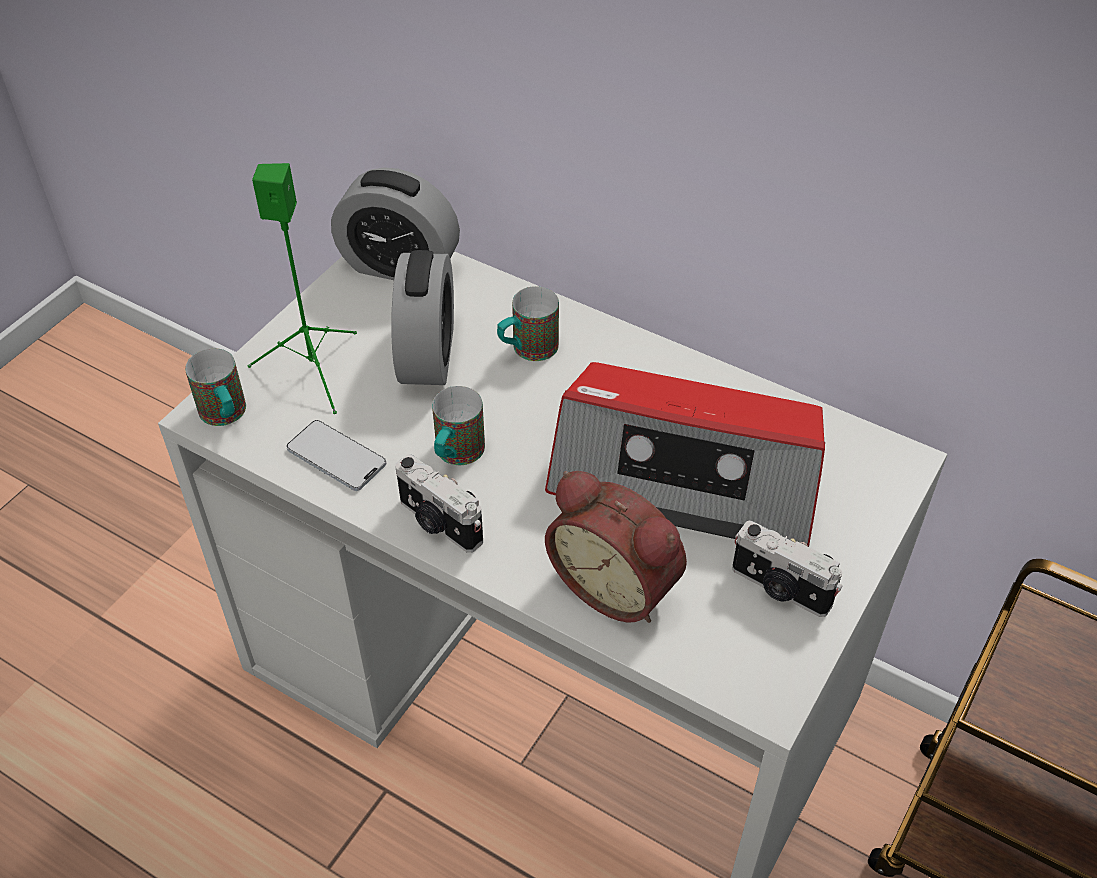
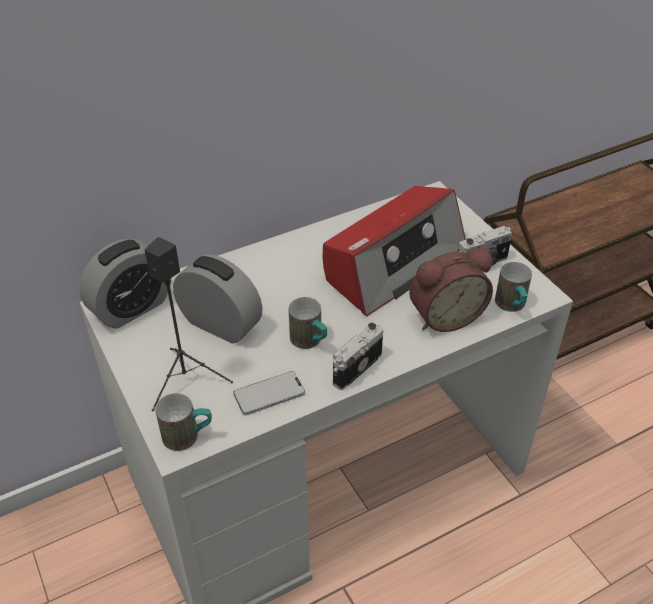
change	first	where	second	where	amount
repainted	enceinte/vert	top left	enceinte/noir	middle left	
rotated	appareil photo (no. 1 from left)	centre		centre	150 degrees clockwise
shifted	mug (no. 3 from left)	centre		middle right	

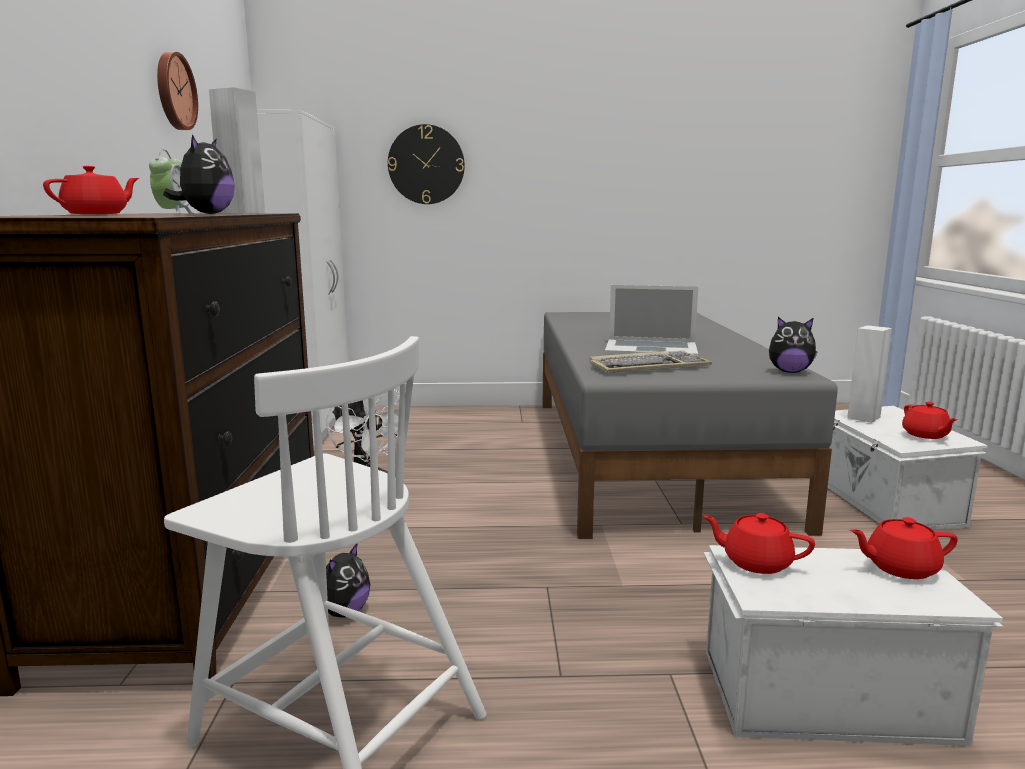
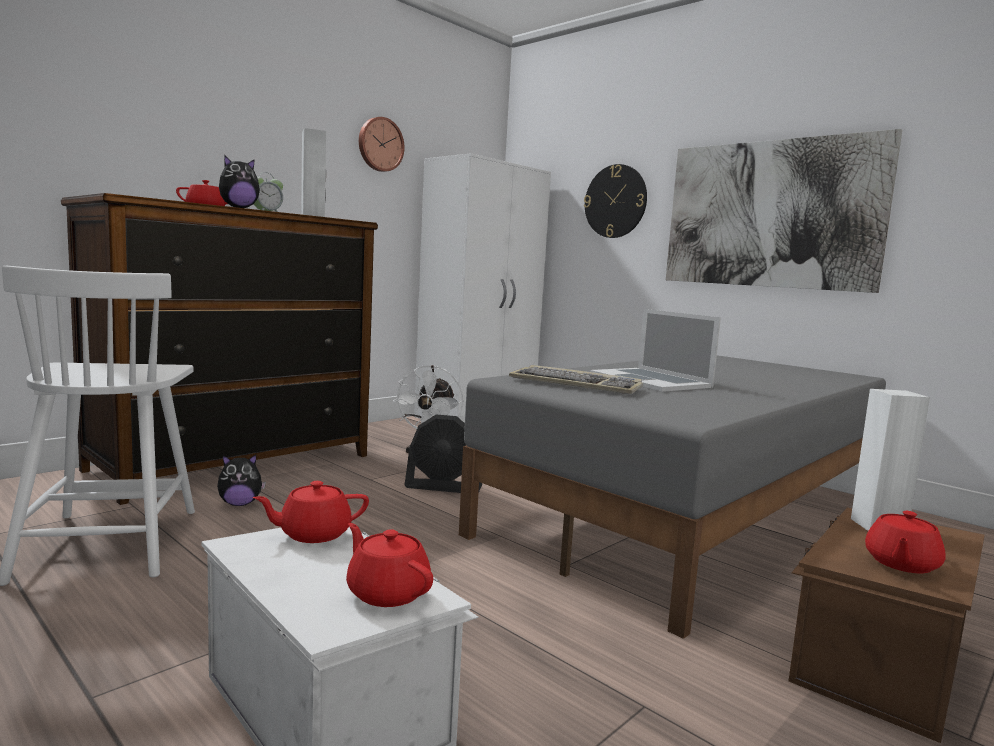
change	first	where	second	where	amount
rotated	théière/rouge (no. 2 from left)	bottom right		bottom left	90 degrees counterclockwise
new			ventilateur/noir	centre	
new			tableau	top right	
repainted	boîte de rangement/blanc (no. 2 from left)	middle right	boîte de rangement/marron	bottom right	
gone	peluche (no. 3 from left)	middle right			

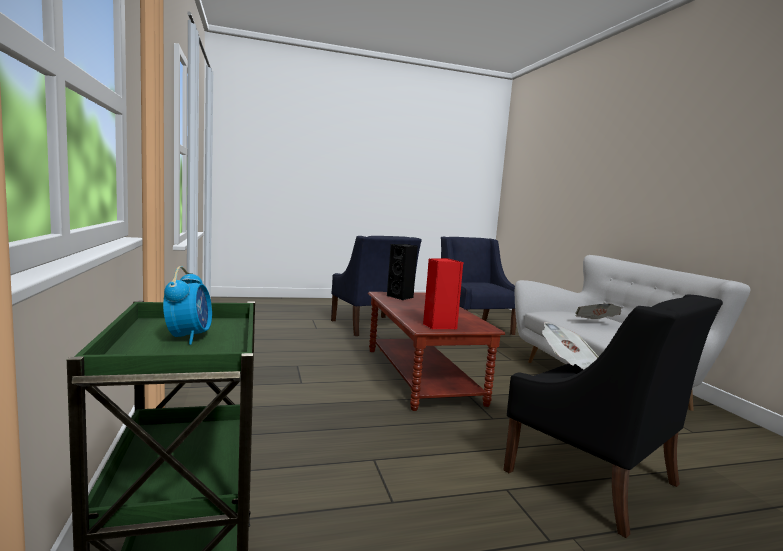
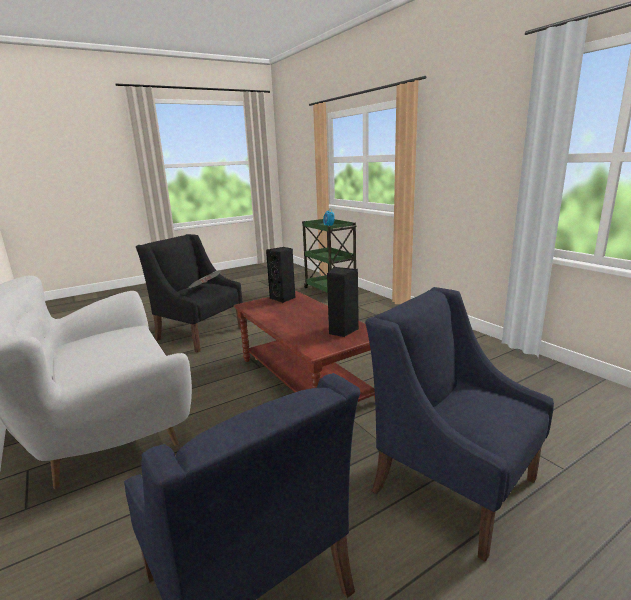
change	first	where	second	where	amount
repainted	enceinte/rouge	centre	enceinte/noir (no. 1 from left)	centre	
gone	journal (no. 2 from left)	middle right			

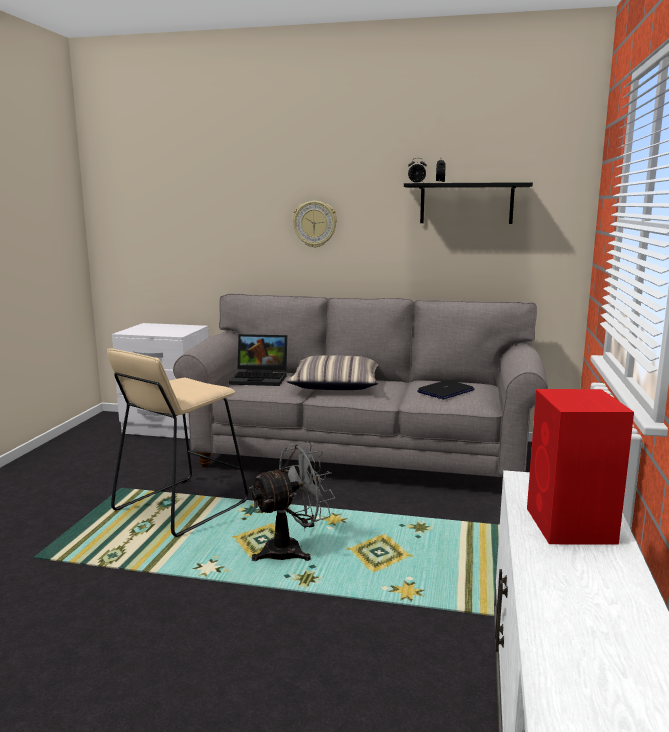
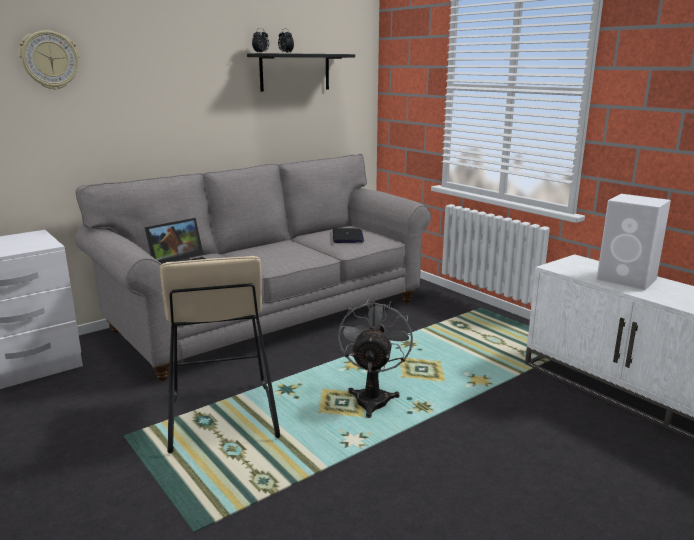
change	first	where	second	where	amount
shifted	horloge murale	top centre		top left	
repainted	enceinte/rouge	middle right	enceinte/blanc	middle right	
gone	coussin	centre			

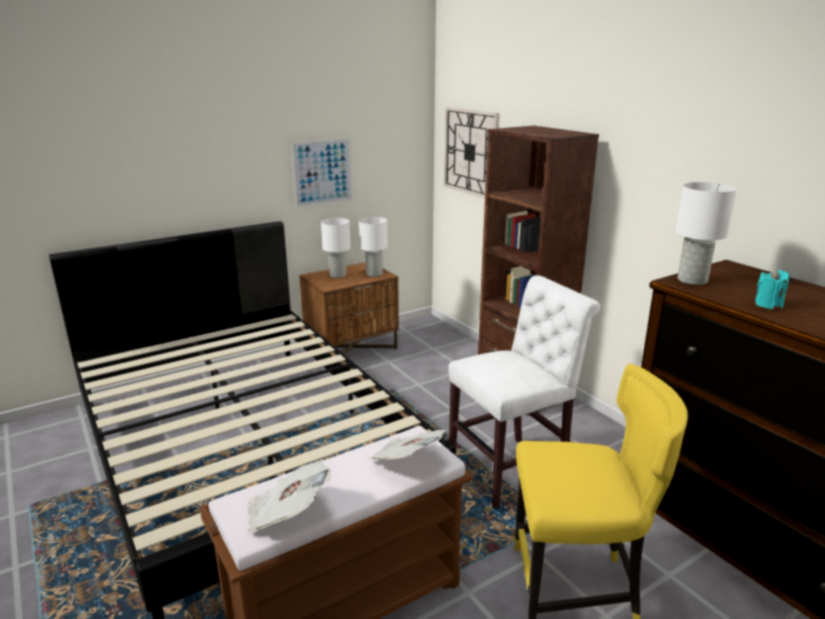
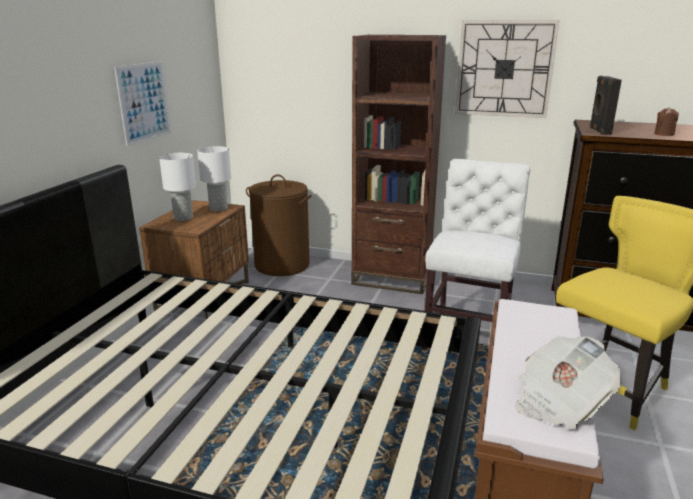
change	first	where	second	where	amount
new			panier à linge/marron	centre	
shifted	horloge murale	top centre		top right	
swapped	lampe de table/blanc (no. 3 from left)	middle right	enceinte/noir	top right	
repainted	bougie/turquoise	middle right	bougie/marron	top right	
gone	journal (no. 2 from left)	bottom centre			

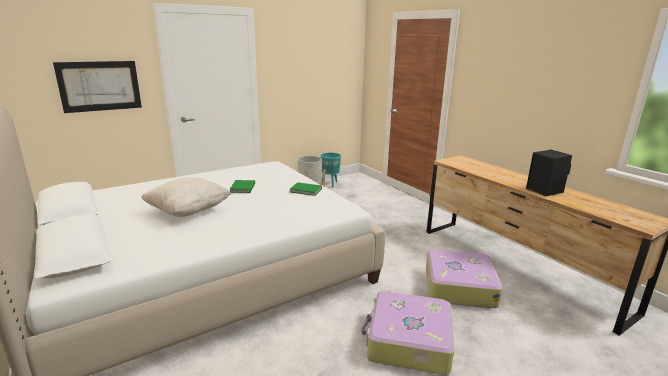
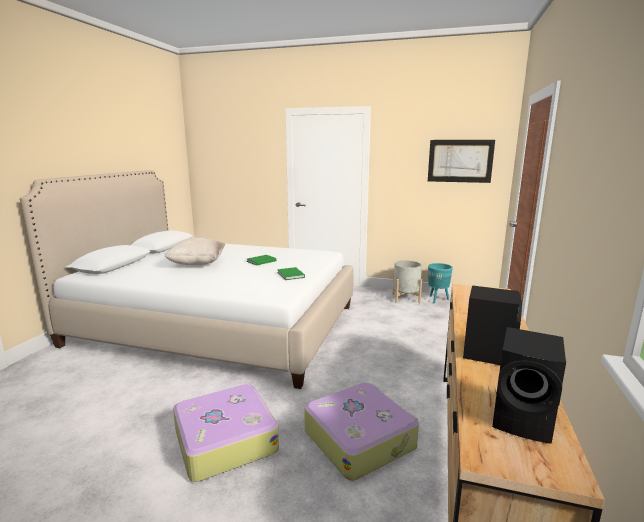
change	first	where	second	where	amount
shifted	tableau	top left		top right	
new			enceinte/noir (no. 2 from left)	bottom right	

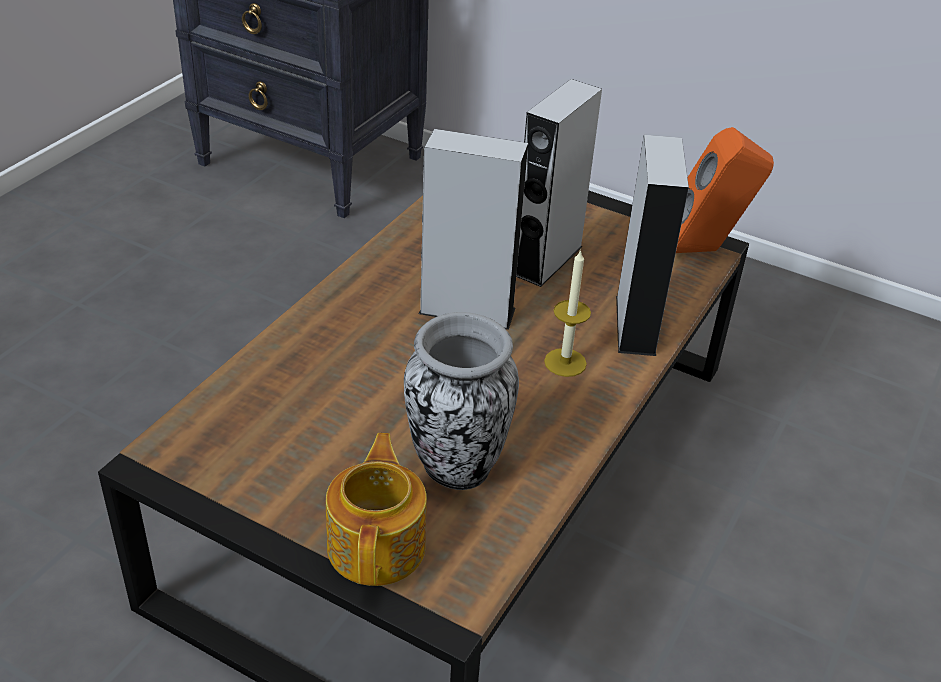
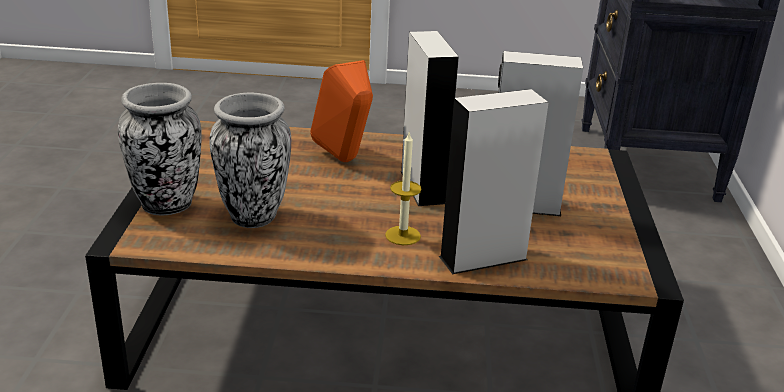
change	first	where	second	where	amount
swapped	théière	bottom centre	vase (no. 1 from left)	middle left	
shifted	enceinte/orange	top right		top centre	

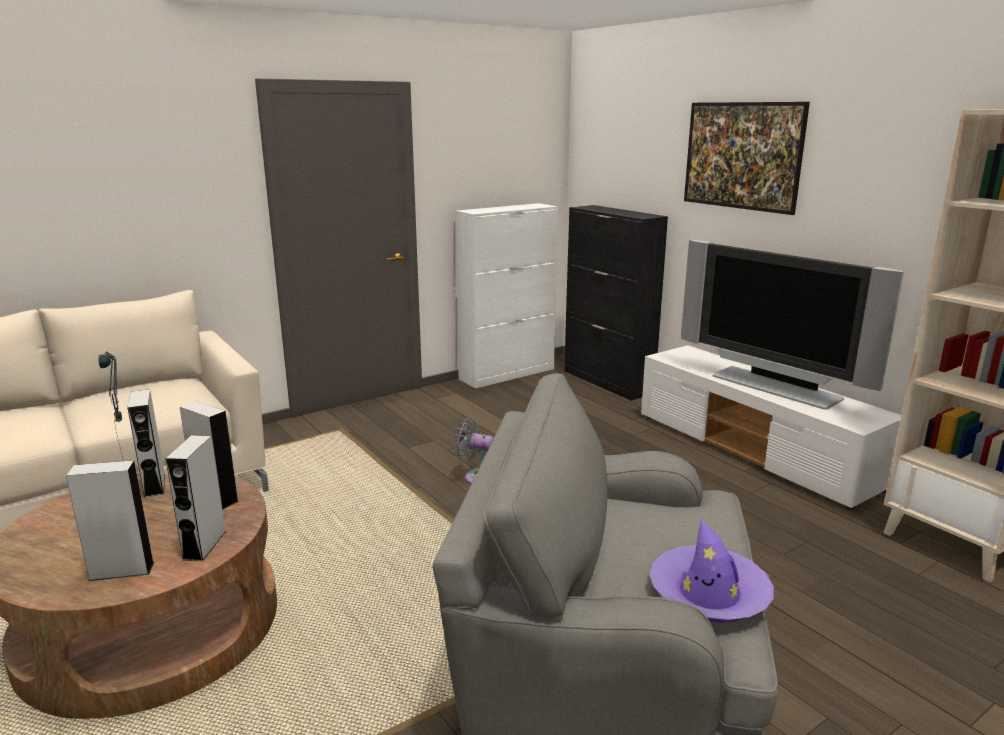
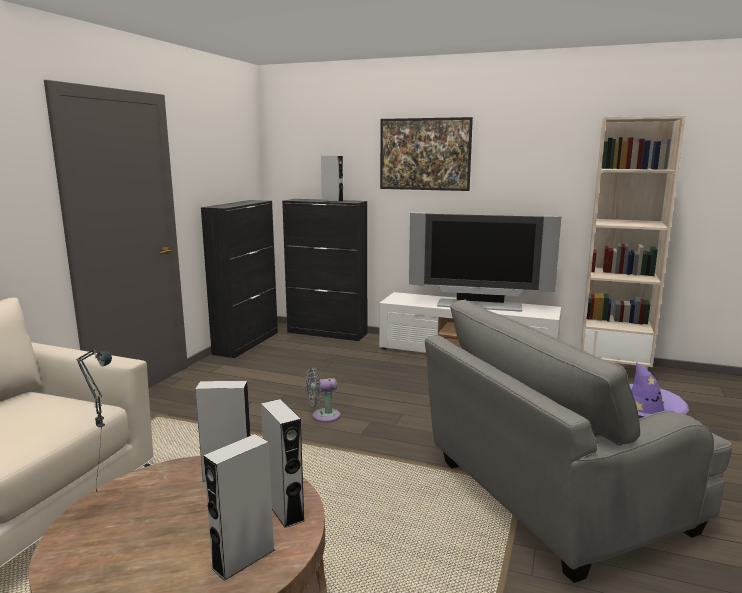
change	first	where	second	where	amount
repainted	meuble de rangement/blanc	centre	meuble de rangement/noir (no. 1 from left)	middle left	
shifted	enceinte/gris (no. 2 from left in the first image)	middle left	enceinte/gris (no. 4 from left)	top centre	

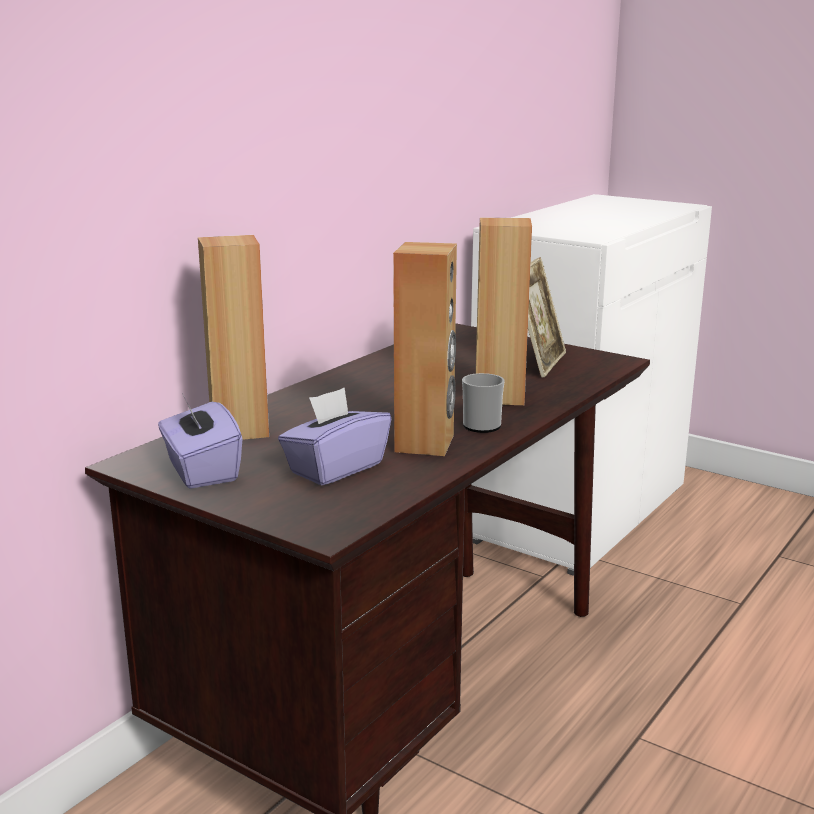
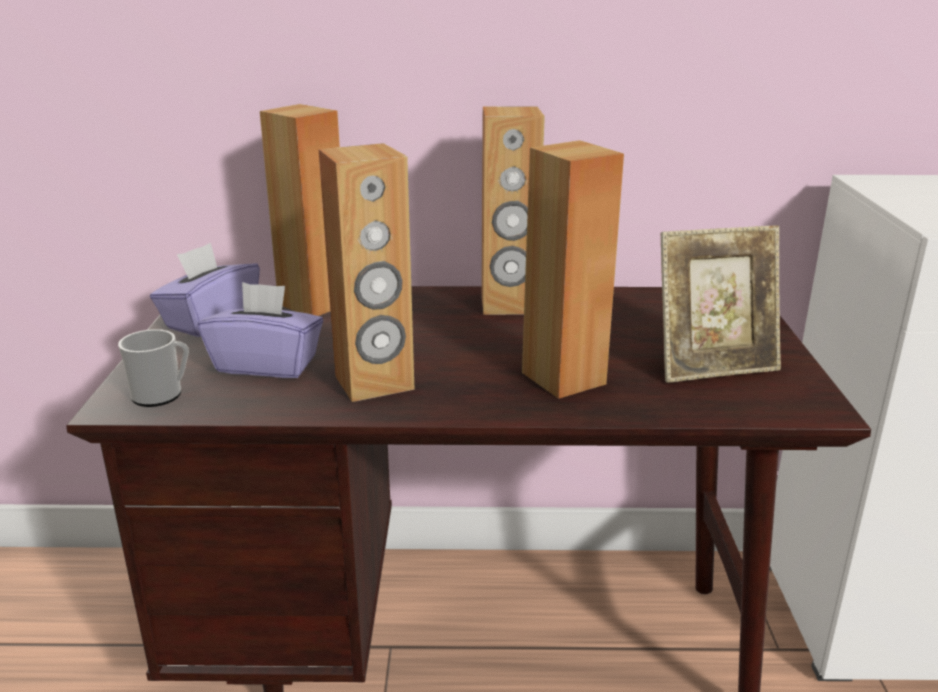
change	first	where	second	where	amount
shifted	mug	centre		middle left	
new			enceinte/marron (no. 3 from left)	top centre	

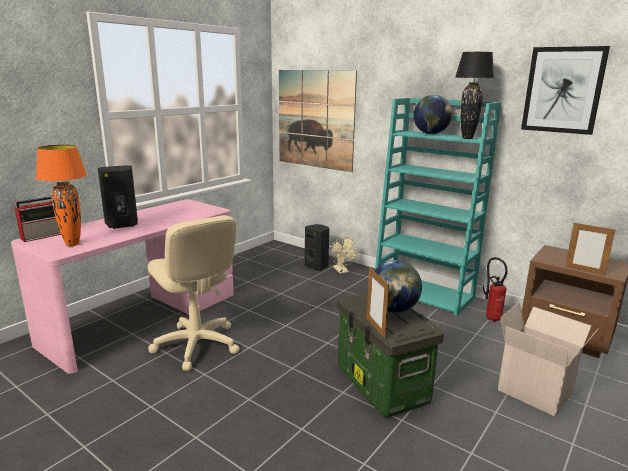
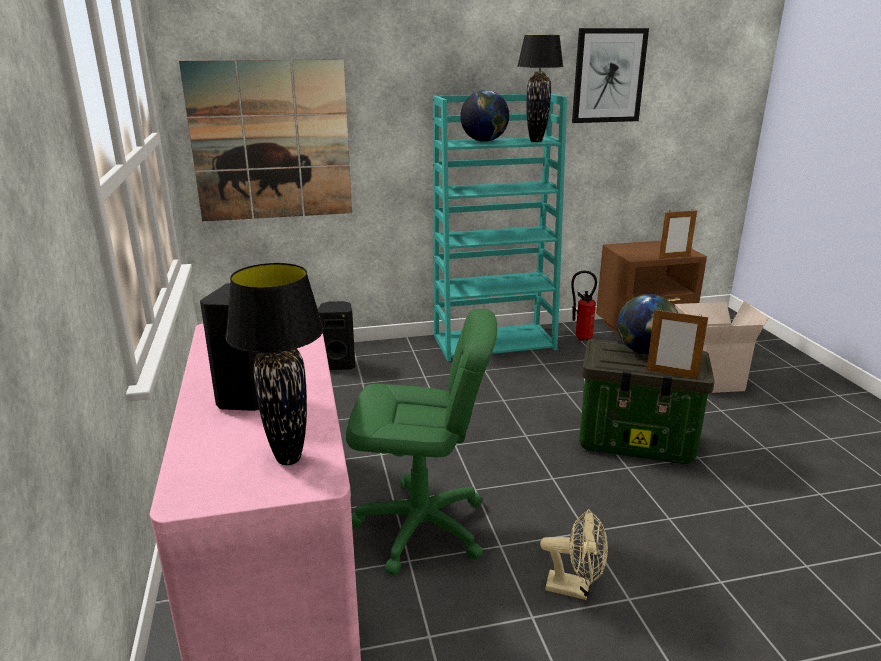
change	first	where	second	where	amount
repainted	lampe de table/orange	middle left	lampe de table/noir (no. 1 from left)	middle left	
repainted	chaise de bureau/beige	middle left	chaise de bureau/vert	bottom centre	
shifted	ventilateur/beige	centre		bottom centre	
gone	radio	middle left			

